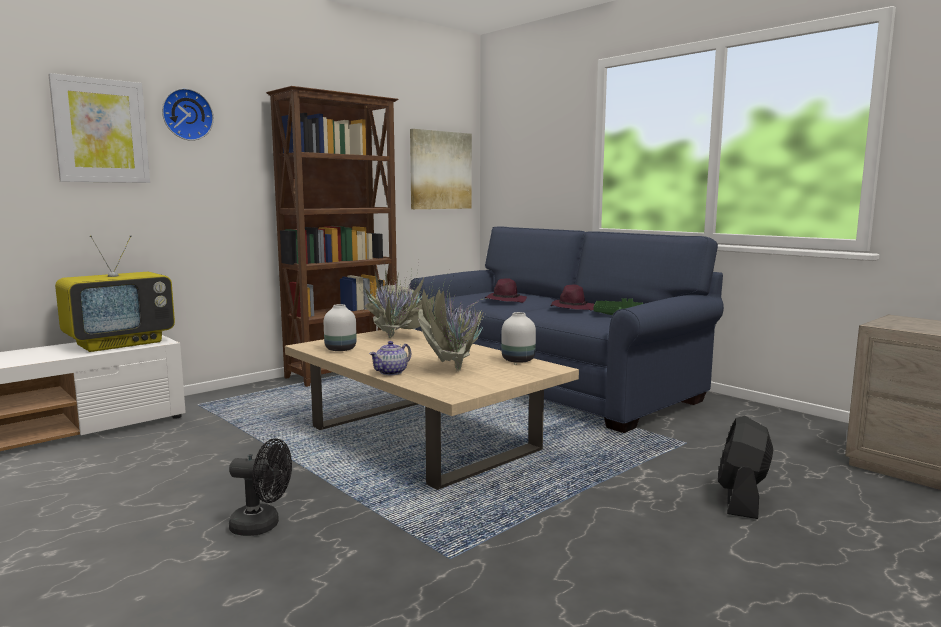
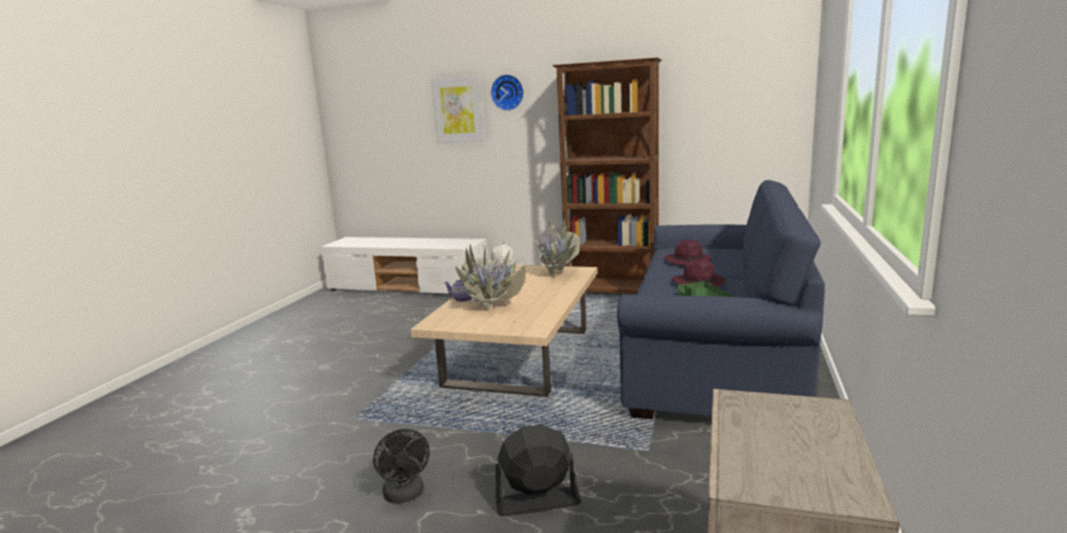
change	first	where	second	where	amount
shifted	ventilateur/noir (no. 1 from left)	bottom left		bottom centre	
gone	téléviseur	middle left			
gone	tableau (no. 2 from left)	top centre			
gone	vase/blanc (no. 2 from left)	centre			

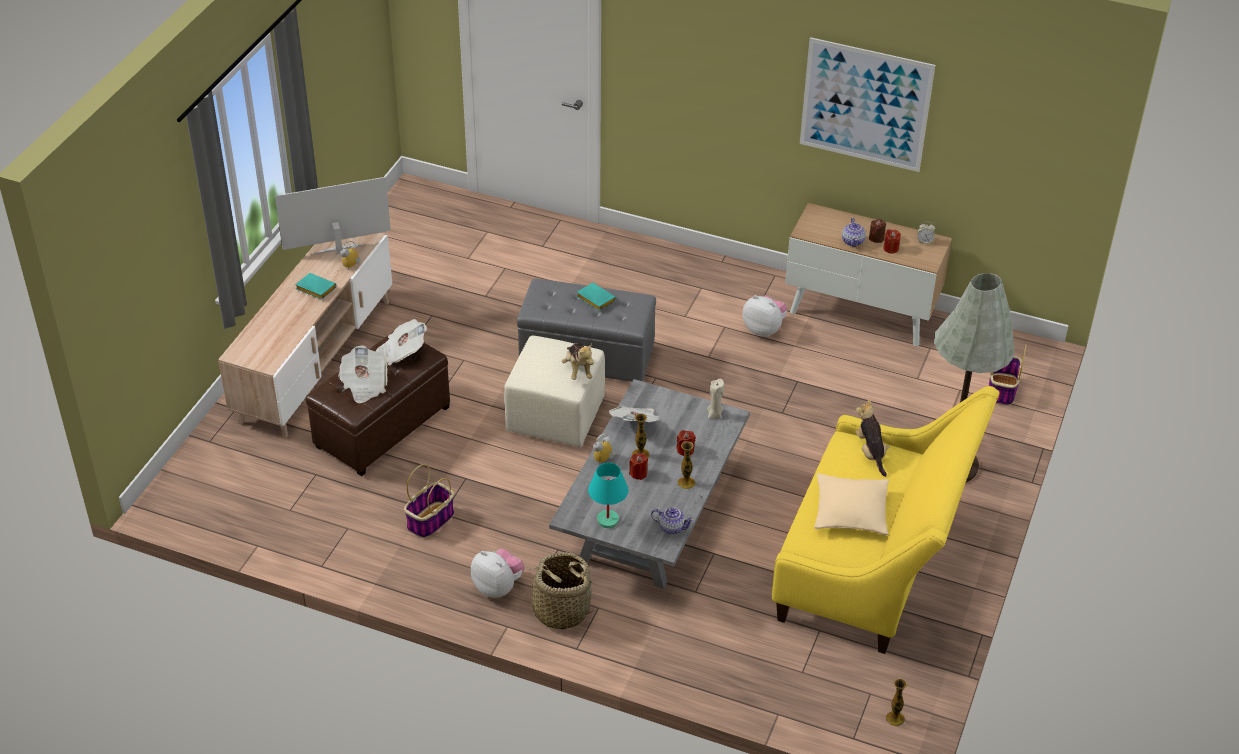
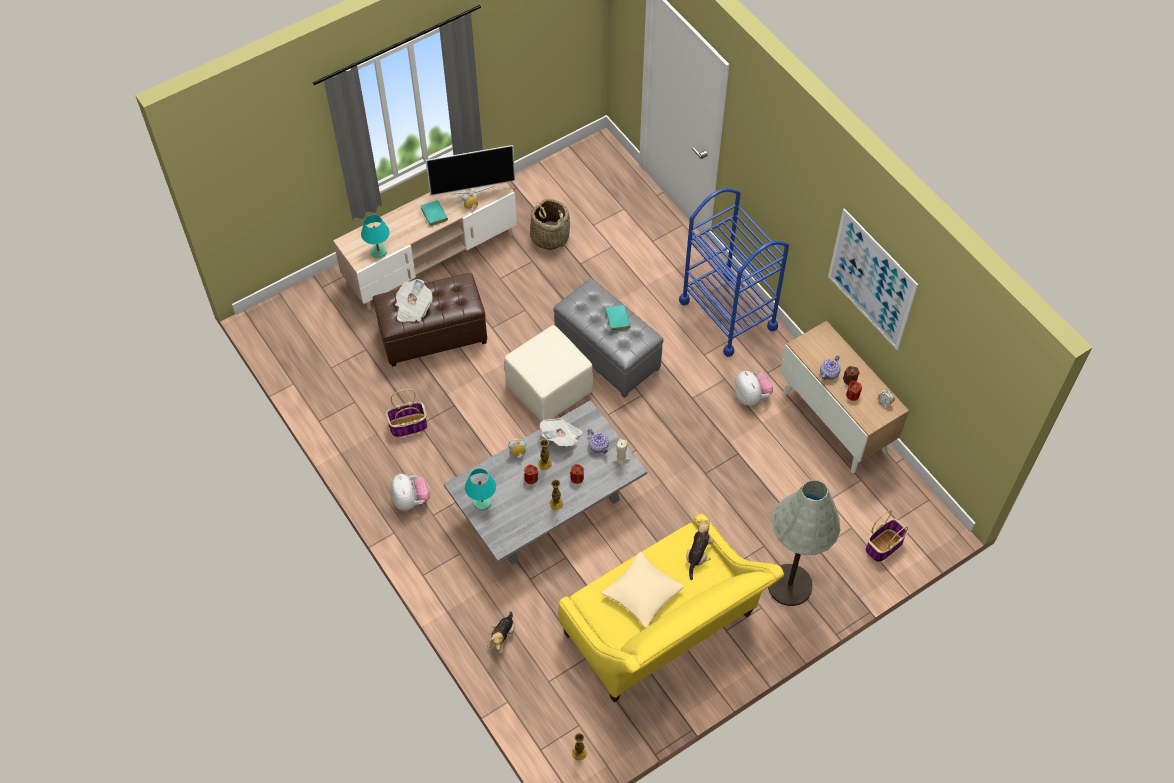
change	first	where	second	where	amount
new			lampe de table/turquoise (no. 1 from left)	top left	
rotated	téléviseur	top left		top centre	150 degrees clockwise
shifted	peluche (no. 2 from left)	centre		bottom centre	
shifted	panier (no. 2 from left)	bottom centre		top centre	
shifted	théière (no. 1 from left)	bottom centre		centre	
new			chariot/bleu	centre	
gone	journal (no. 2 from left)	middle left			

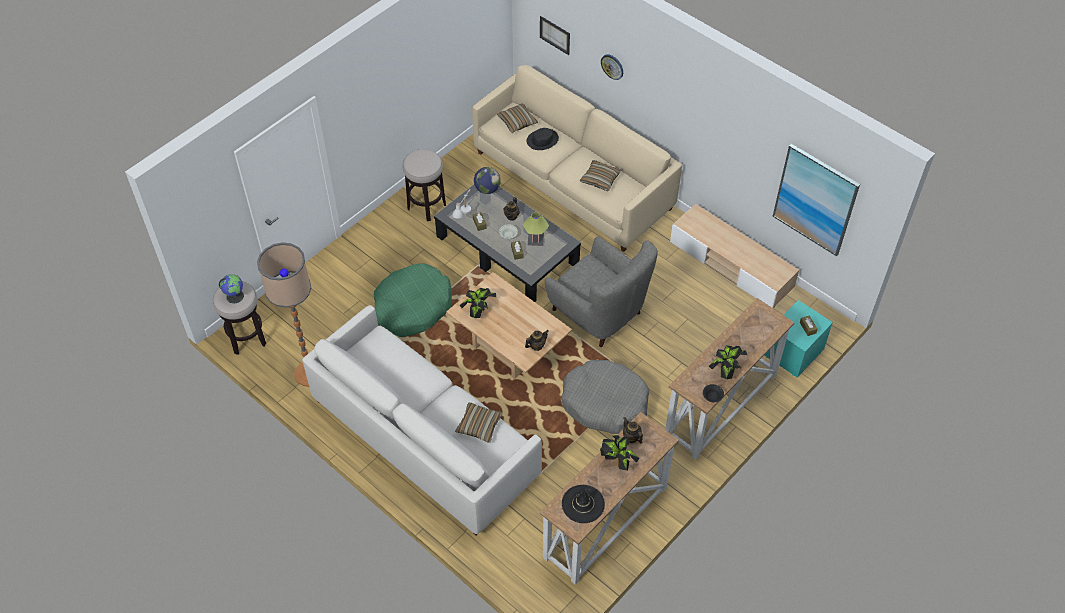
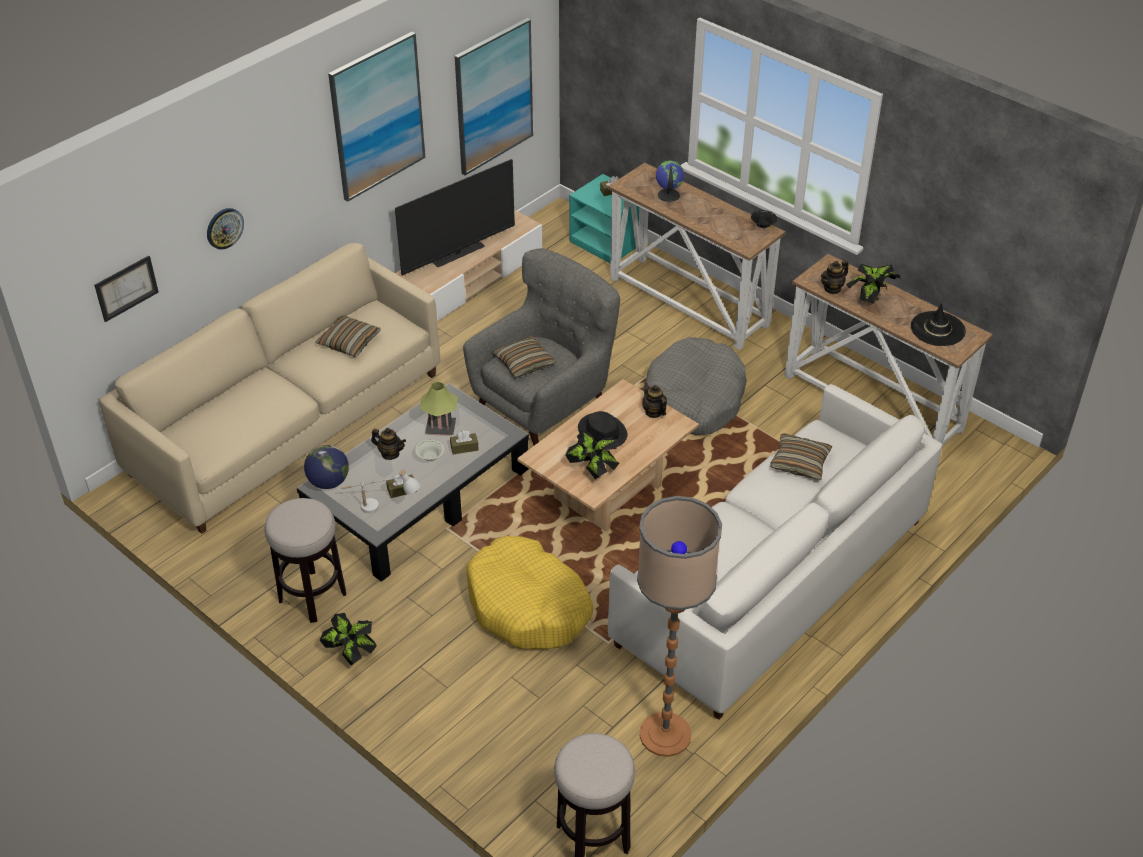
change	first	where	second	where	amount
shifted	plante en pot (no. 3 from left in the first image)	middle right	plante en pot (no. 1 from left)	bottom left	
new			tableau (no. 2 from left)	top left	
new			téléviseur	top centre	
repainted	panier pour chien/vert	centre	panier pour chien/jaune	bottom centre	
shifted	coussin (no. 2 from left)	top centre		centre	
shifted	chapeau/noir (no. 1 from left)	top centre		centre	
shifted	globe (no. 1 from left in the first image)	middle left	globe (no. 2 from left)	top centre	

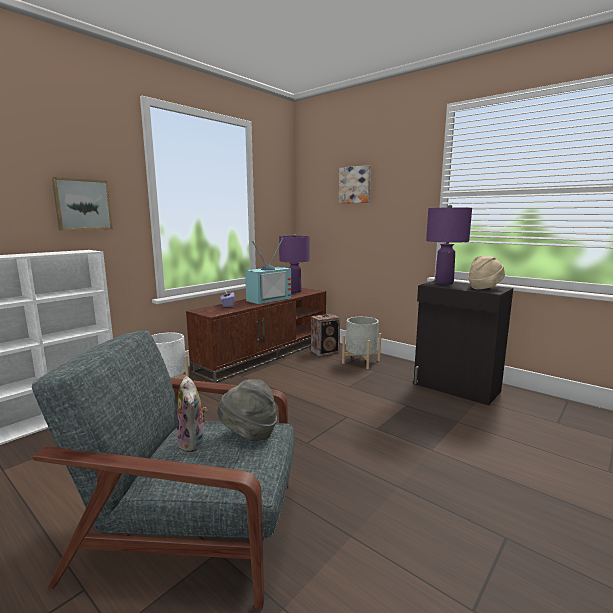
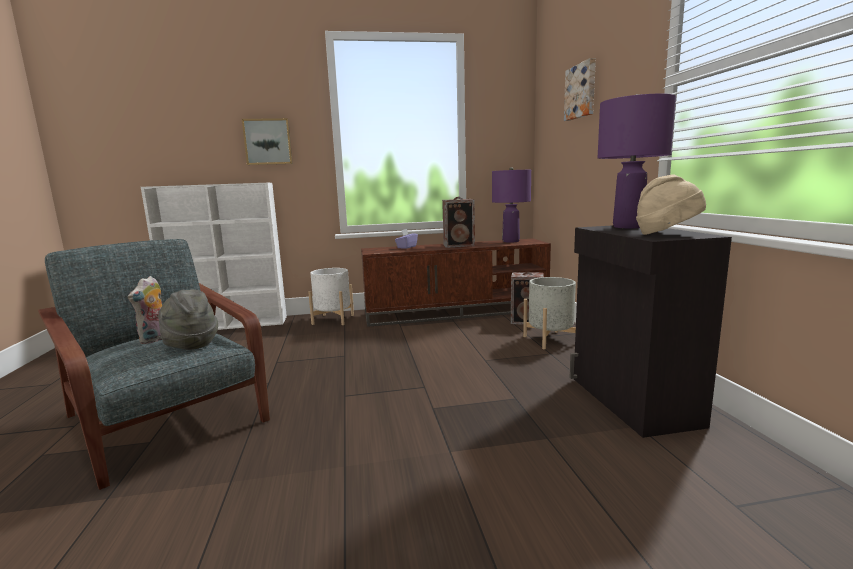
change	first	where	second	where	amount
swapped	téléviseur	centre	enceinte (no. 1 from left)	centre	

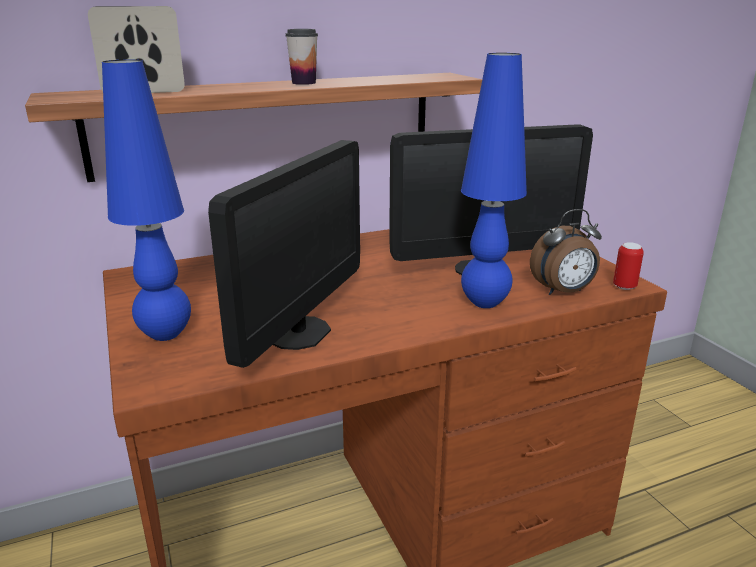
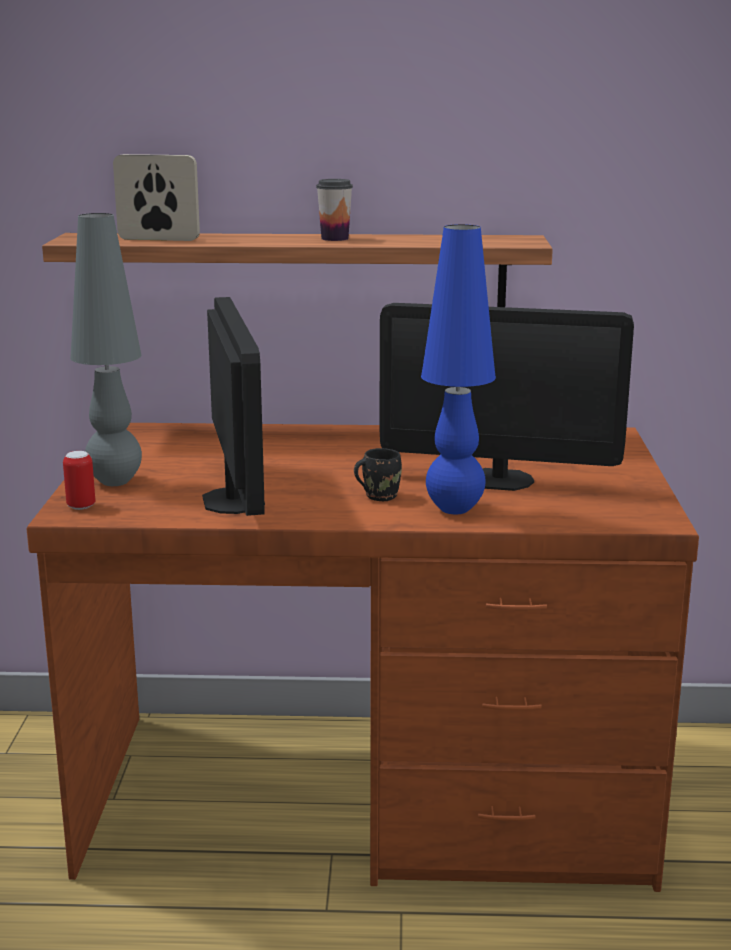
change	first	where	second	where	amount
shifted	boîte métallique	middle right		middle left	
repainted	lampe de table/bleu (no. 1 from left)	middle left	lampe de table/gris	middle left	
rotated	écran d'ordinateur (no. 1 from left)	centre		middle left	60 degrees counterclockwise
new			mug/noir	centre	
gone	réveil	middle right			

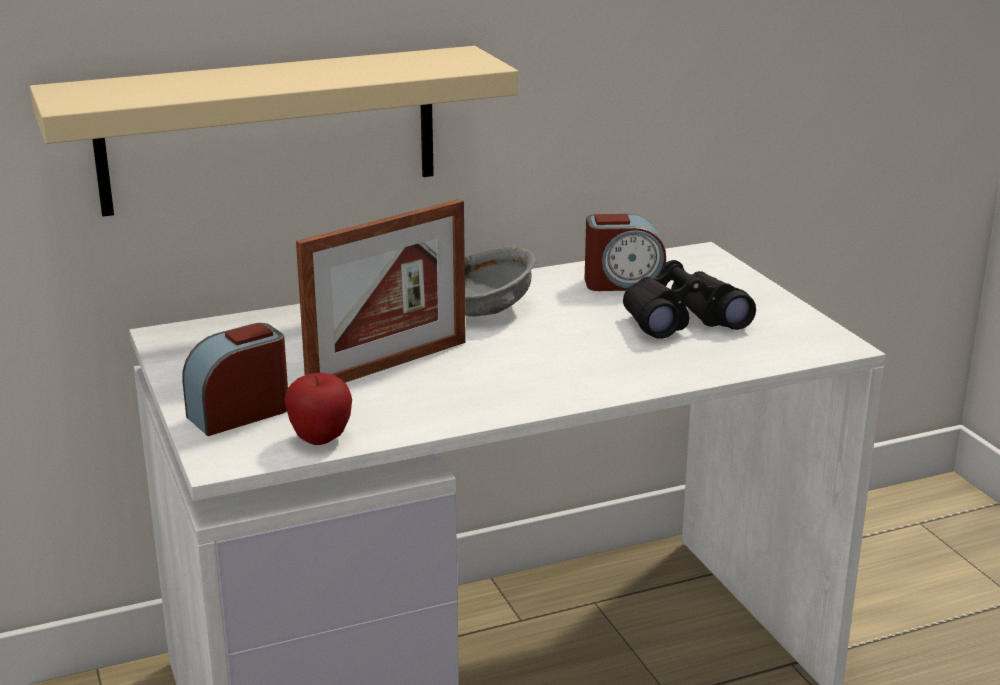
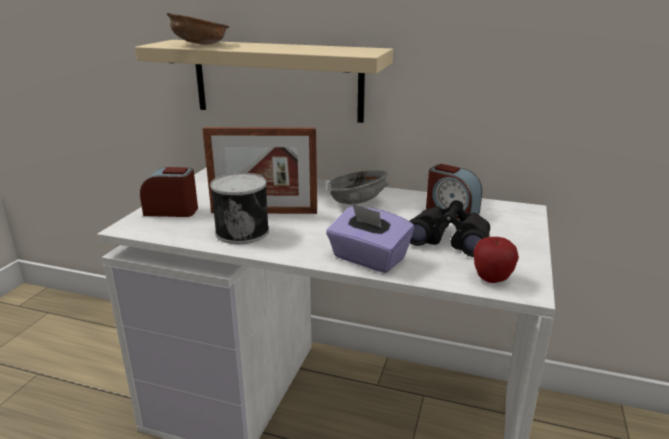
change	first	where	second	where	amount
new			bol/marron	top left	
new			boîte métallique	centre	
new			boîte à mouchoirs/violet	centre	
shifted	pomme	middle left		middle right	

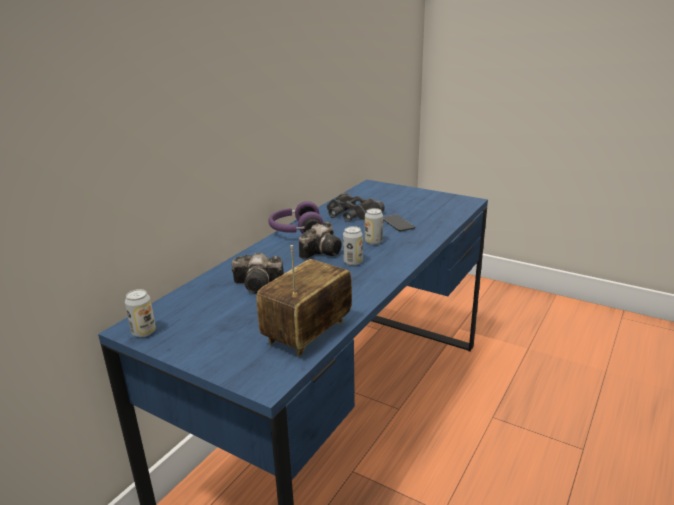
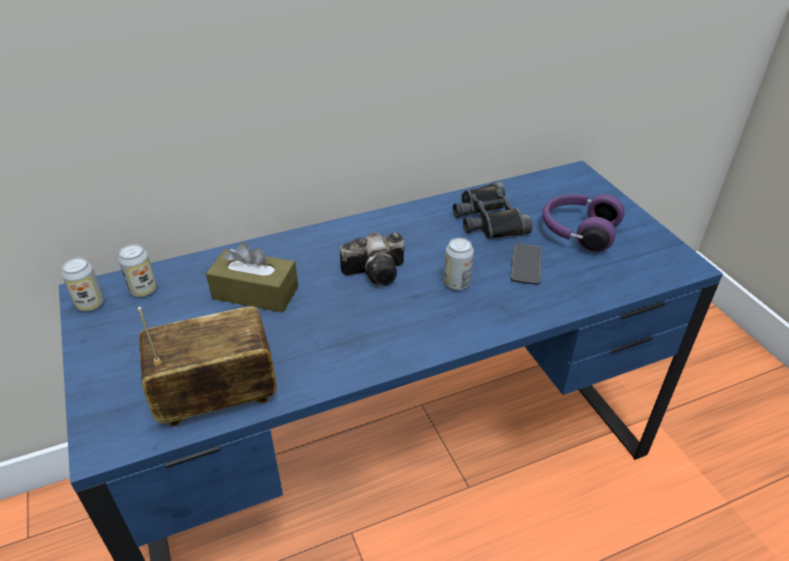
change	first	where	second	where	amount
shifted	boîte métallique (no. 2 from left)	centre		middle left	
swapped	appareil photo (no. 1 from left)	centre	boîte à mouchoirs/marron	middle left	
shifted	casque audio/violet	centre		middle right	

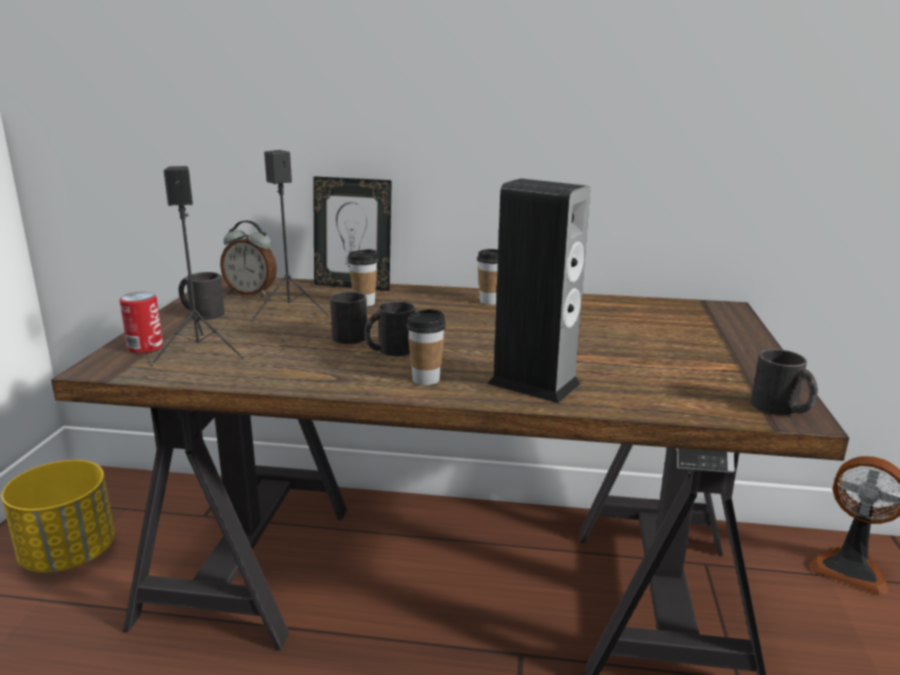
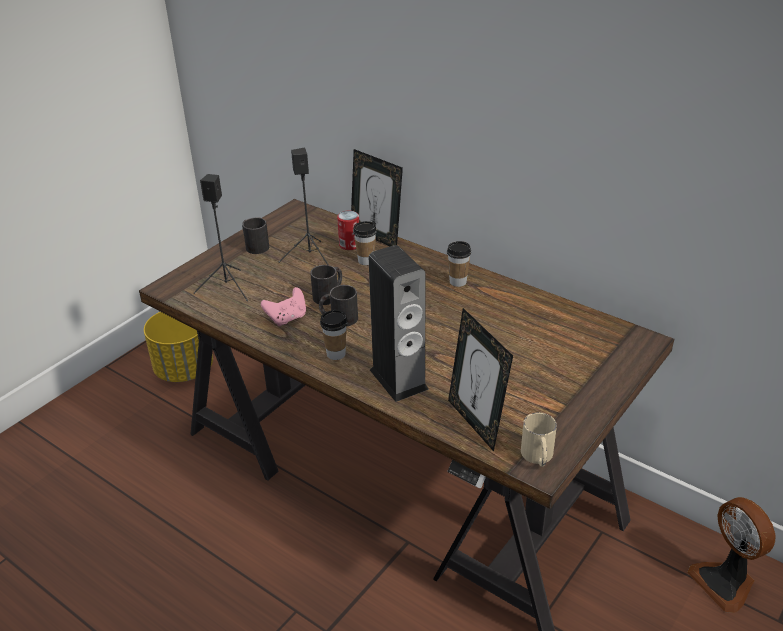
change	first	where	second	where	amount
new			manette/rose	centre	
shifted	boîte métallique	middle left		centre	
new			cadre photo (no. 2 from left)	centre	
repainted	mug/noir (no. 4 from left)	middle right	mug/beige	bottom right	
gone	réveil	middle left			

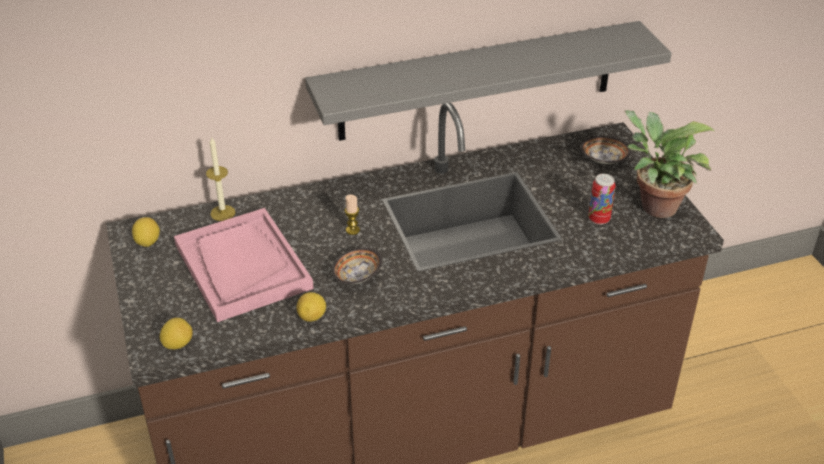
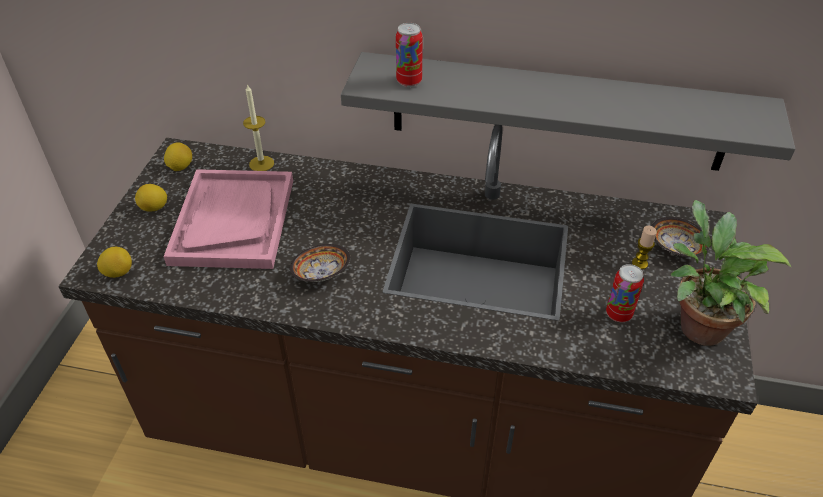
change	first	where	second	where	amount
shifted	citron (no. 3 from left in the first image)	centre	citron (no. 2 from left)	middle left	
new			boîte métallique (no. 1 from left)	top centre	
shifted	bougie (no. 2 from left)	centre		middle right	

